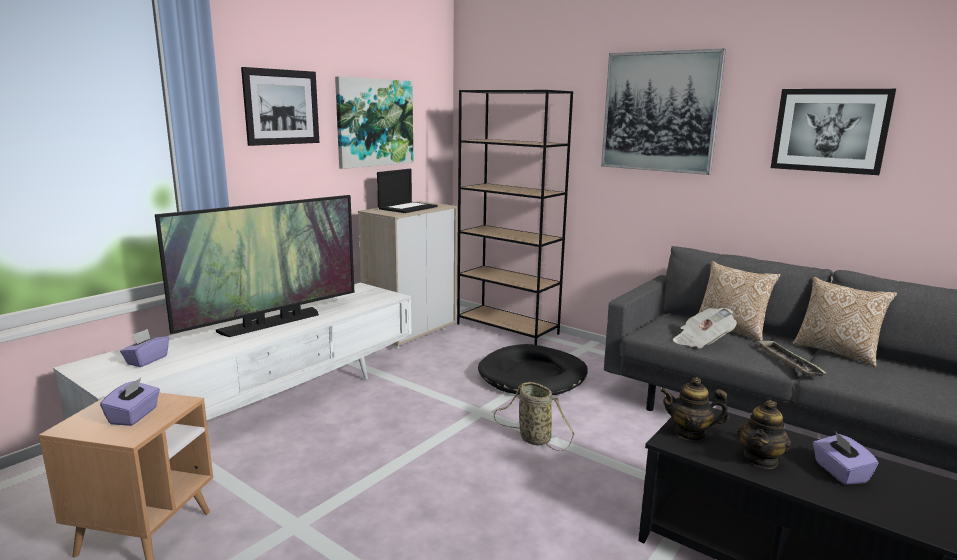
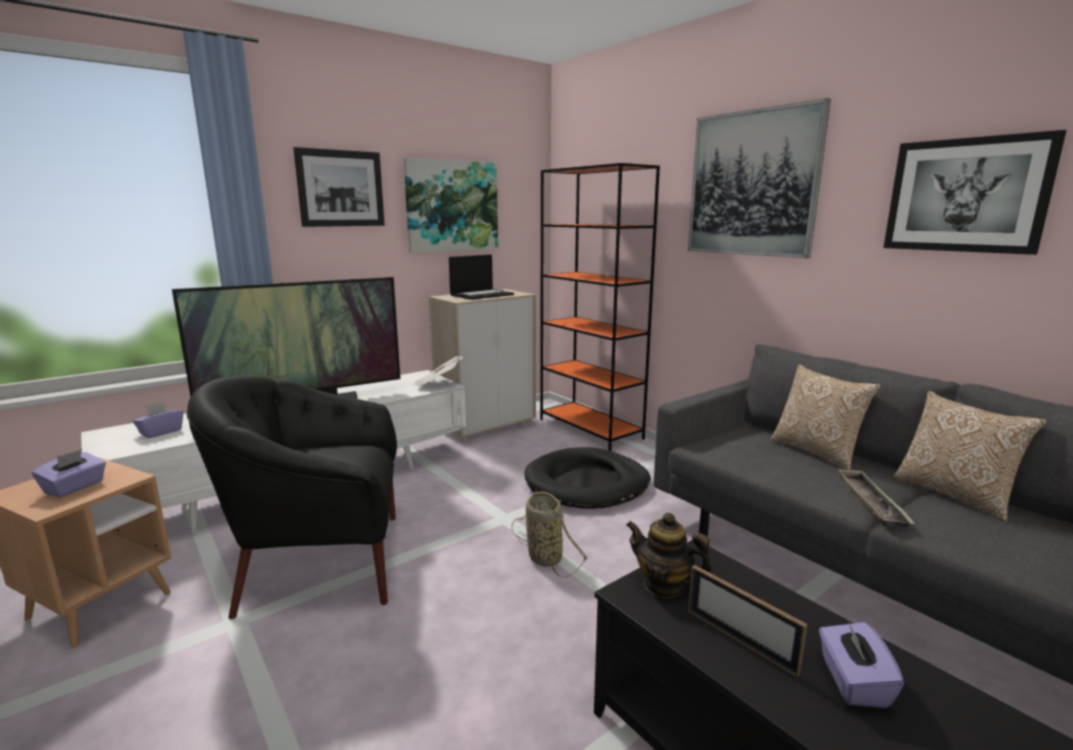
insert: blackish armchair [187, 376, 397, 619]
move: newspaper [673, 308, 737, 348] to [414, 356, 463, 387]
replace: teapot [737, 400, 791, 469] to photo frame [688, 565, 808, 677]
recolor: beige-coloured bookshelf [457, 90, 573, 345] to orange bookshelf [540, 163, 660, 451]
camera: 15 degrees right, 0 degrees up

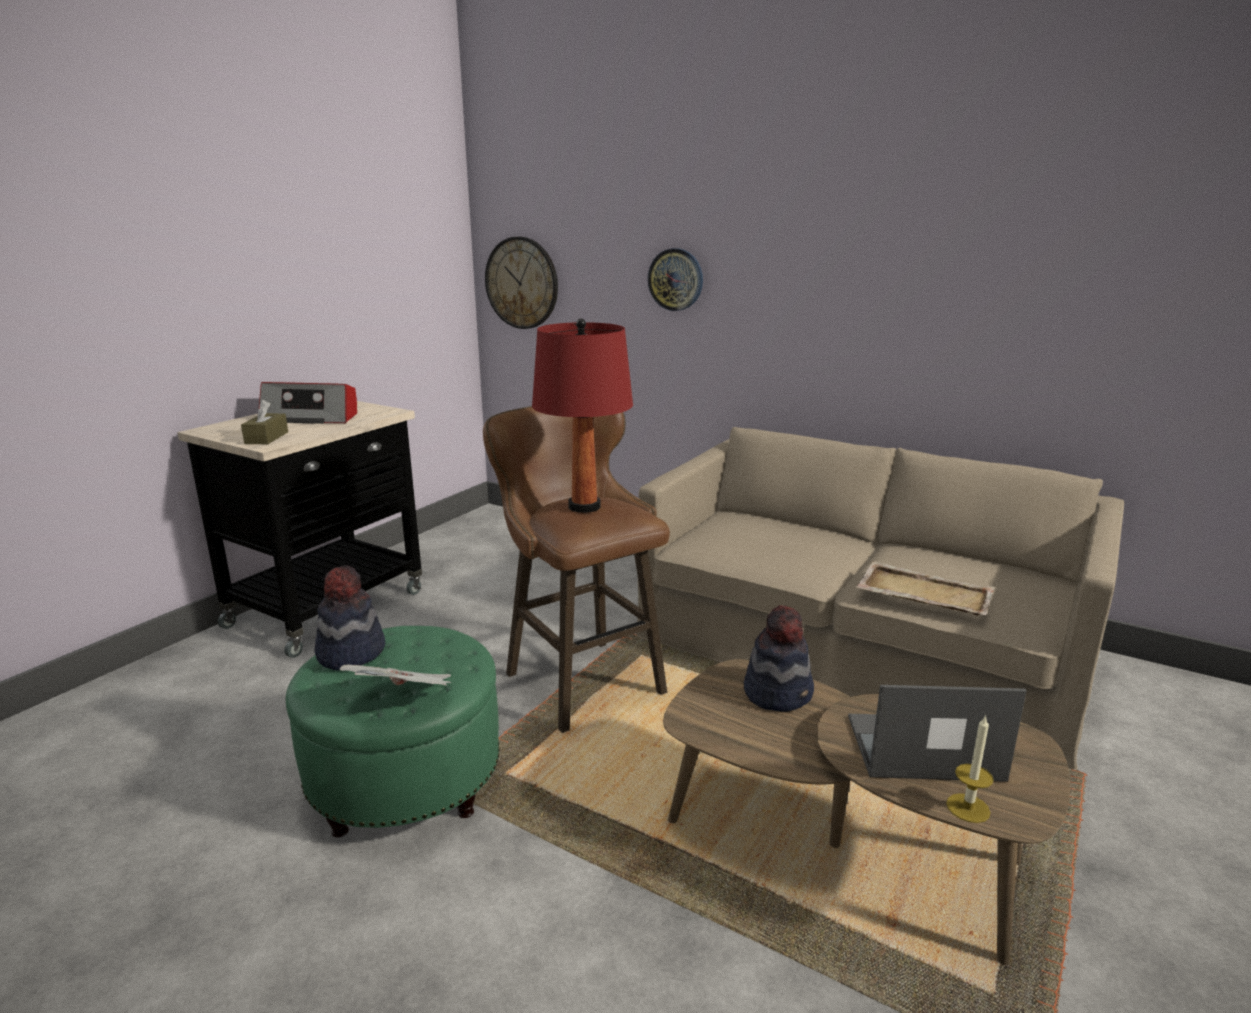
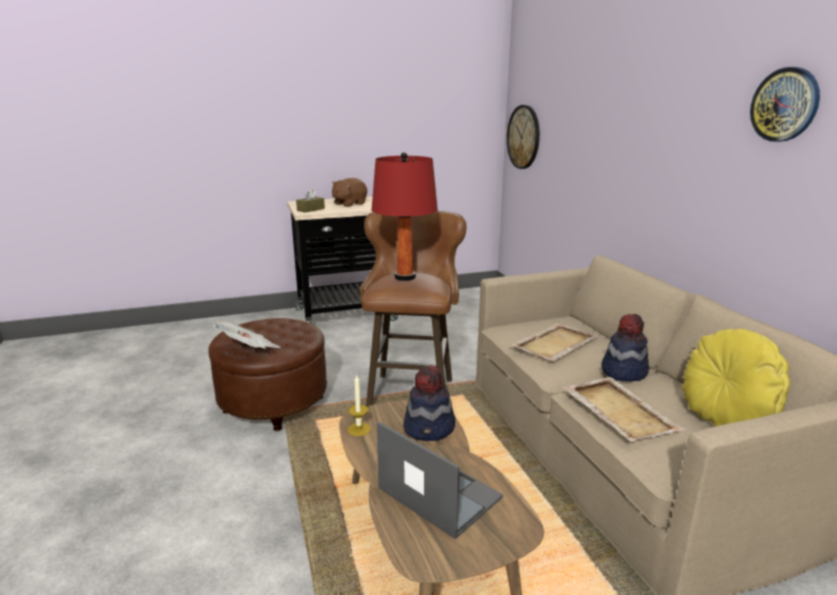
insert: beige-coloured serving tray [510, 323, 599, 361]; yellow cushion [682, 329, 790, 427]
move: clothing hat [314, 565, 385, 670] to [601, 314, 649, 381]; wall clock [648, 248, 703, 311] to [750, 67, 820, 142]; wax candle [946, 715, 994, 823] to [348, 375, 371, 436]
replace: radio set [259, 382, 357, 424] to brown soft toy [332, 178, 367, 207]
recolor: green-coloured ottoman [286, 626, 499, 837] to brown ottoman [208, 318, 327, 431]
camera: 40 degrees right, 0 degrees up

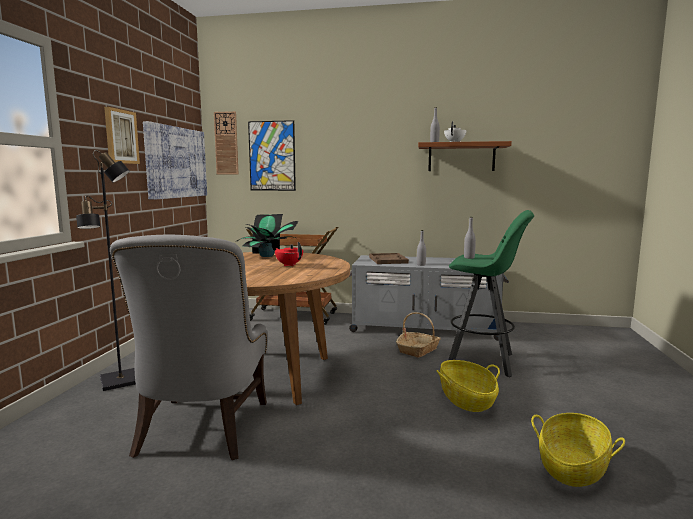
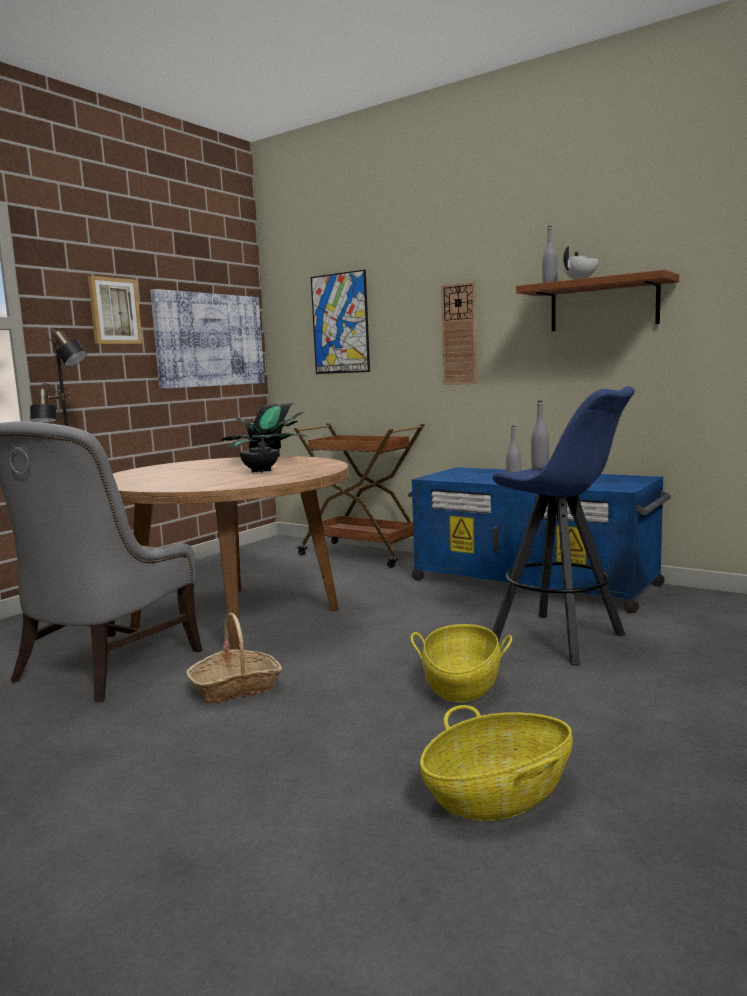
delete: brown serving tray [369, 253, 409, 264]
move: wall clock [214, 111, 238, 174] to [441, 282, 477, 385]; basket [396, 312, 441, 358] to [186, 613, 282, 704]
recolor: red-coloured teapot [275, 242, 303, 266] to blackish teapot [239, 439, 279, 473]; greyish storage cabinet [349, 255, 509, 341] to blue-coloured storage cabinet [408, 467, 671, 613]; green-coloured stool [448, 210, 534, 377] to blue-coloured stool [492, 386, 635, 665]
camera: 25 degrees right, 0 degrees up

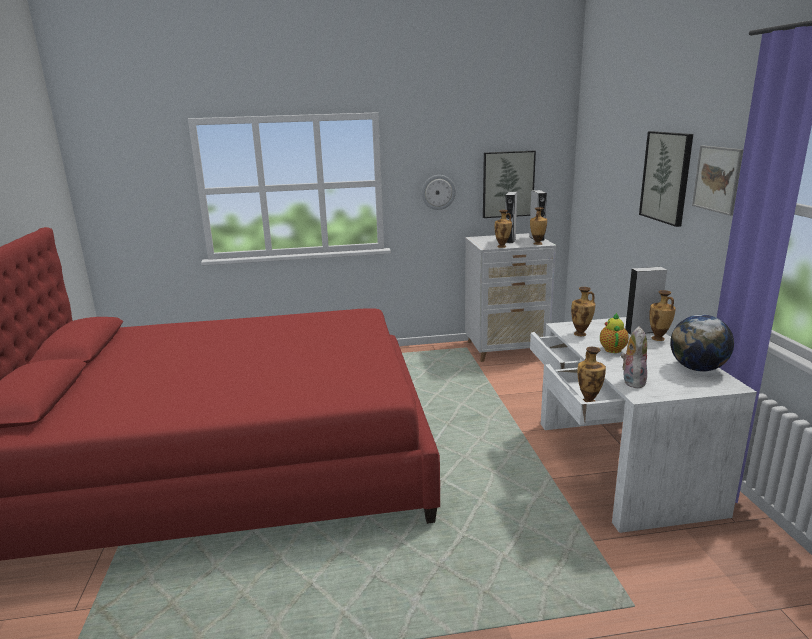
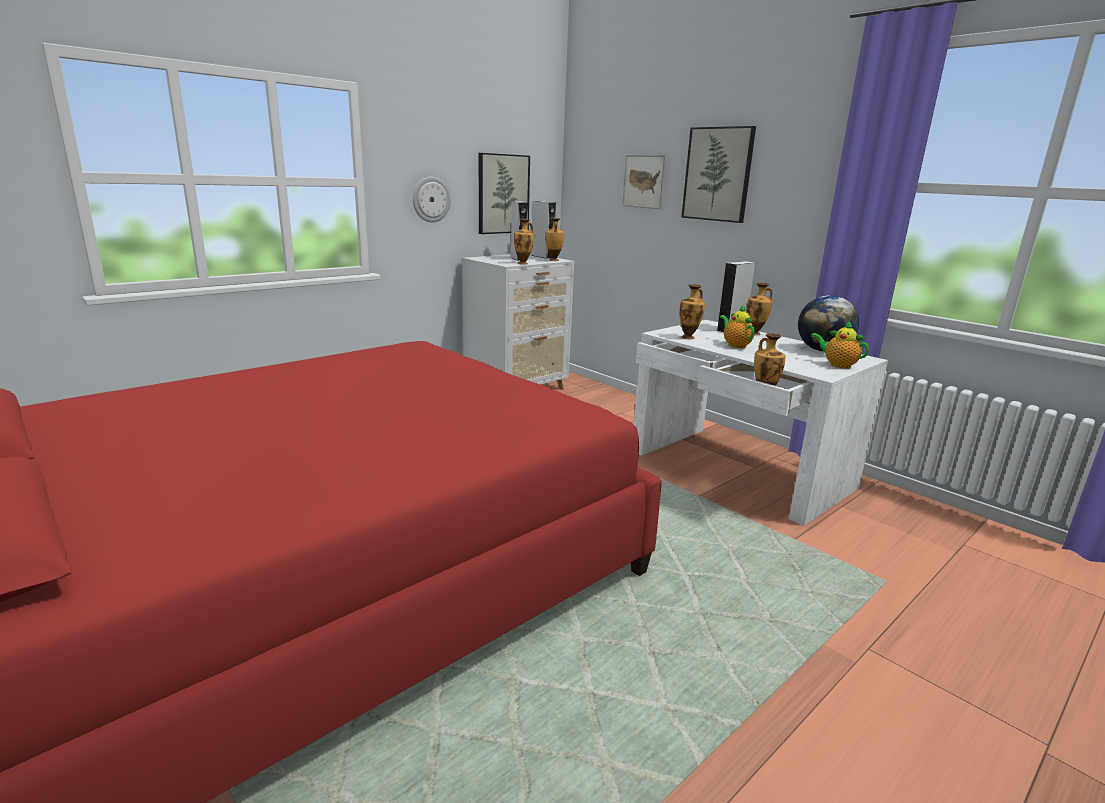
delete: soft toy [621, 326, 647, 388]
insert: teapot [811, 321, 869, 369]
move: wall art [692, 145, 743, 216] to [622, 155, 667, 209]
camera: 35 degrees left, 0 degrees up

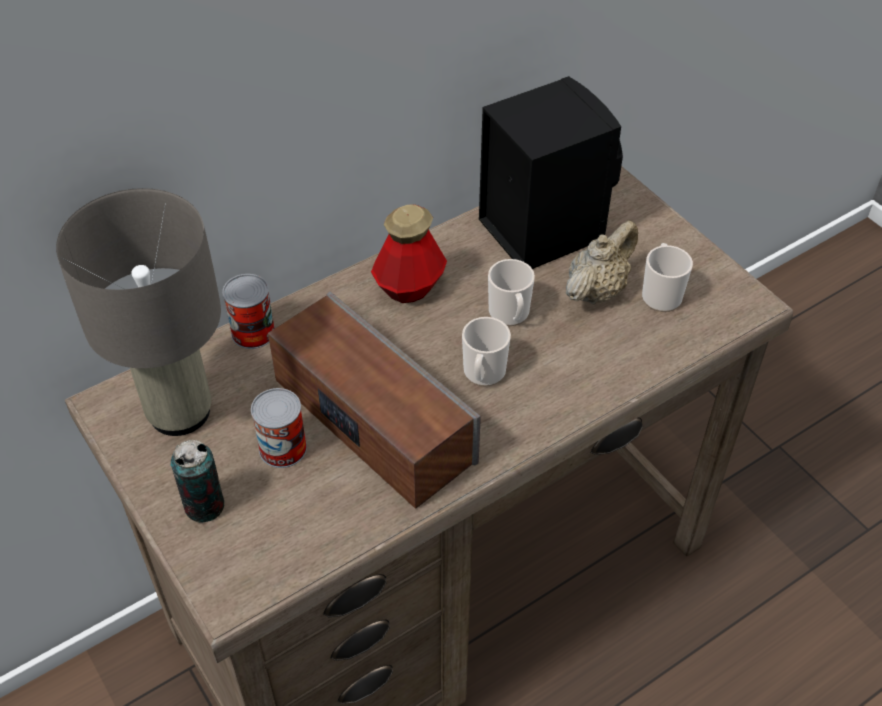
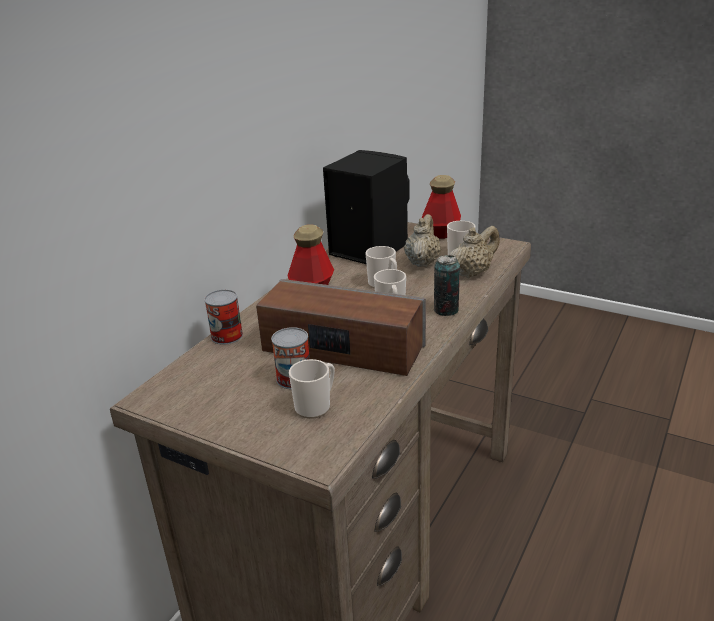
delete: greyish tabletop lamp [56, 188, 221, 436]
insert: mug [289, 359, 335, 419]; drink bottle [422, 175, 461, 239]; beige-coloured teapot [449, 226, 500, 278]
move: metal can [170, 440, 225, 523] to [434, 255, 460, 316]
camera: 25 degrees left, 20 degrees down

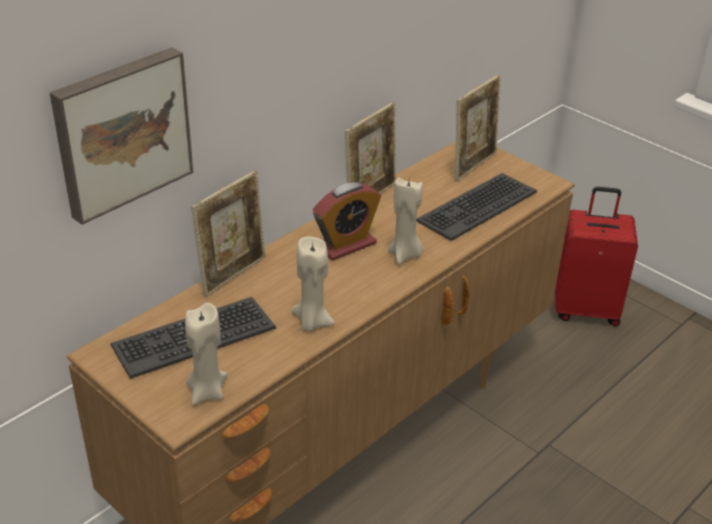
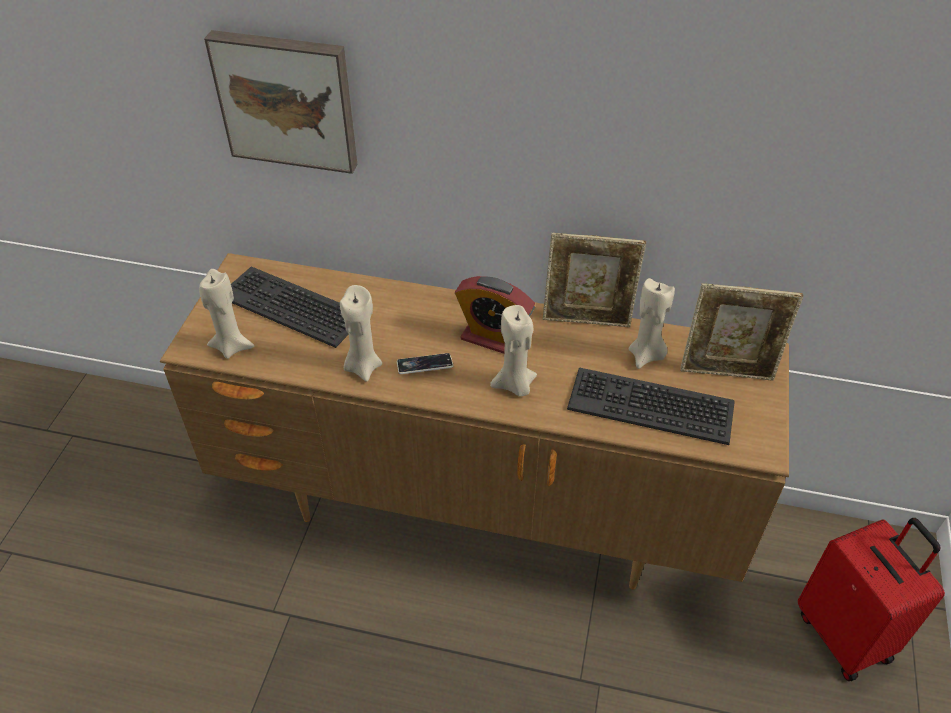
delete: photo frame [191, 171, 265, 297]
insert: phone [397, 353, 453, 374]; beige-coloured wax candle [629, 278, 675, 369]
camera: 60 degrees right, 10 degrees up

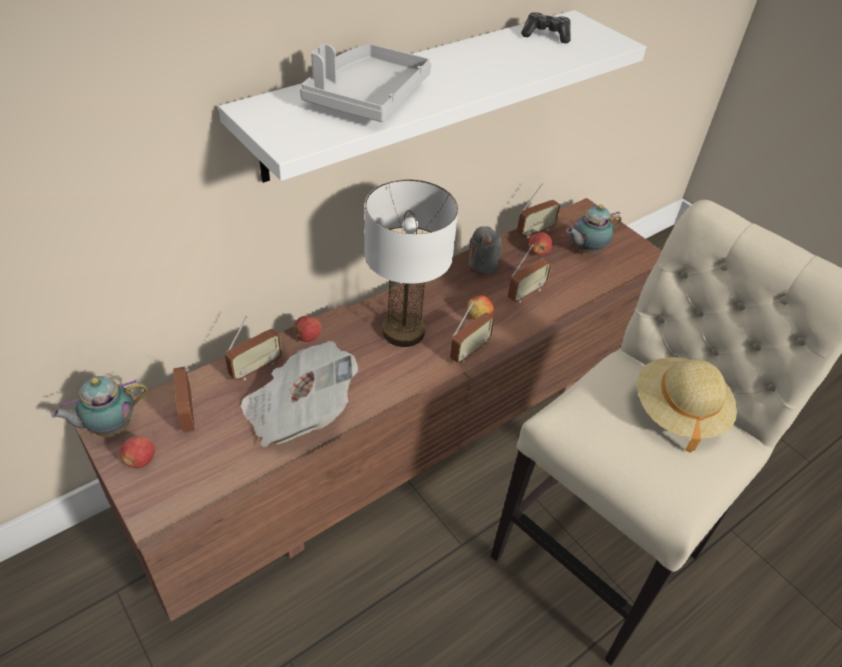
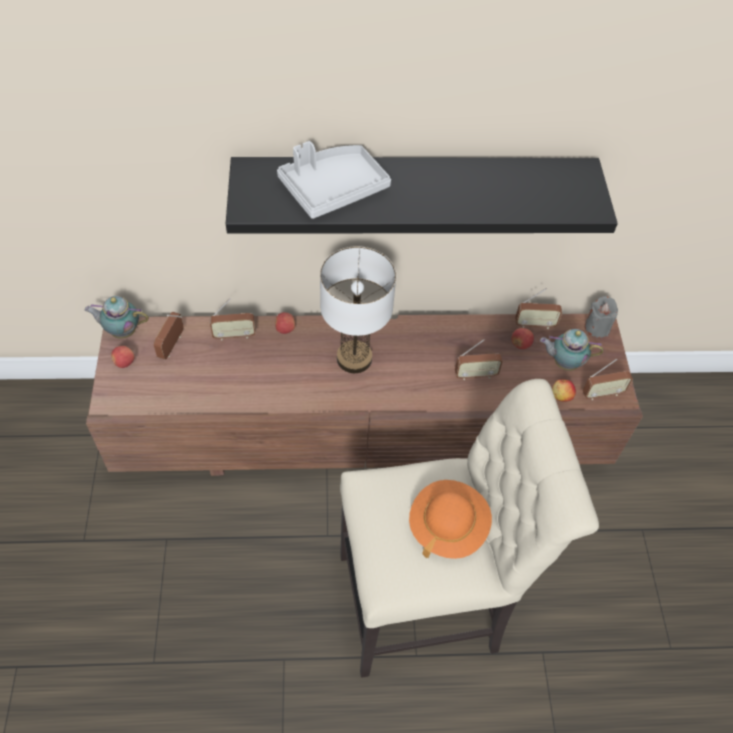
delete: newspaper [240, 341, 358, 448]; gamepad [521, 12, 570, 43]
move: radio set [450, 301, 495, 363] to [583, 359, 633, 400]; apple fruit [467, 295, 494, 320] to [552, 379, 576, 402]; greyish wax candle [468, 226, 501, 275] to [585, 296, 618, 338]
recolor: whitish bracket shelf [218, 10, 646, 183] to blackish bracket shelf [226, 157, 618, 234]; beige-coloured clothing hat [637, 357, 737, 453] to orange clothing hat [409, 480, 492, 559]
camera: 35 degrees right, 10 degrees up

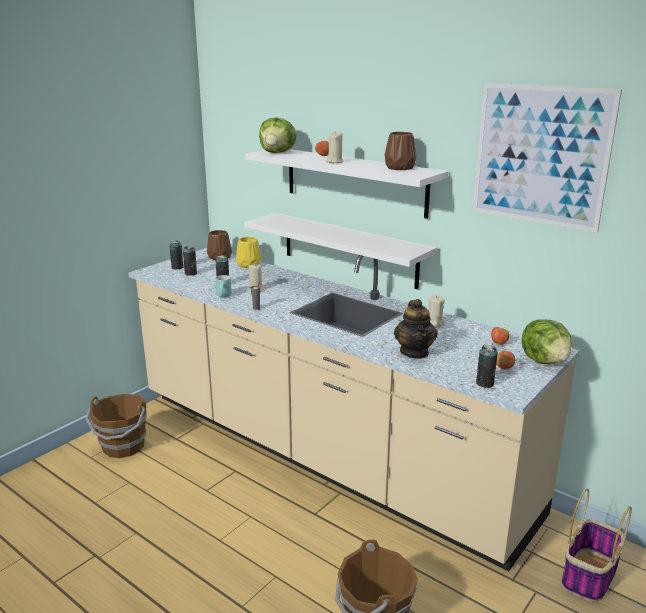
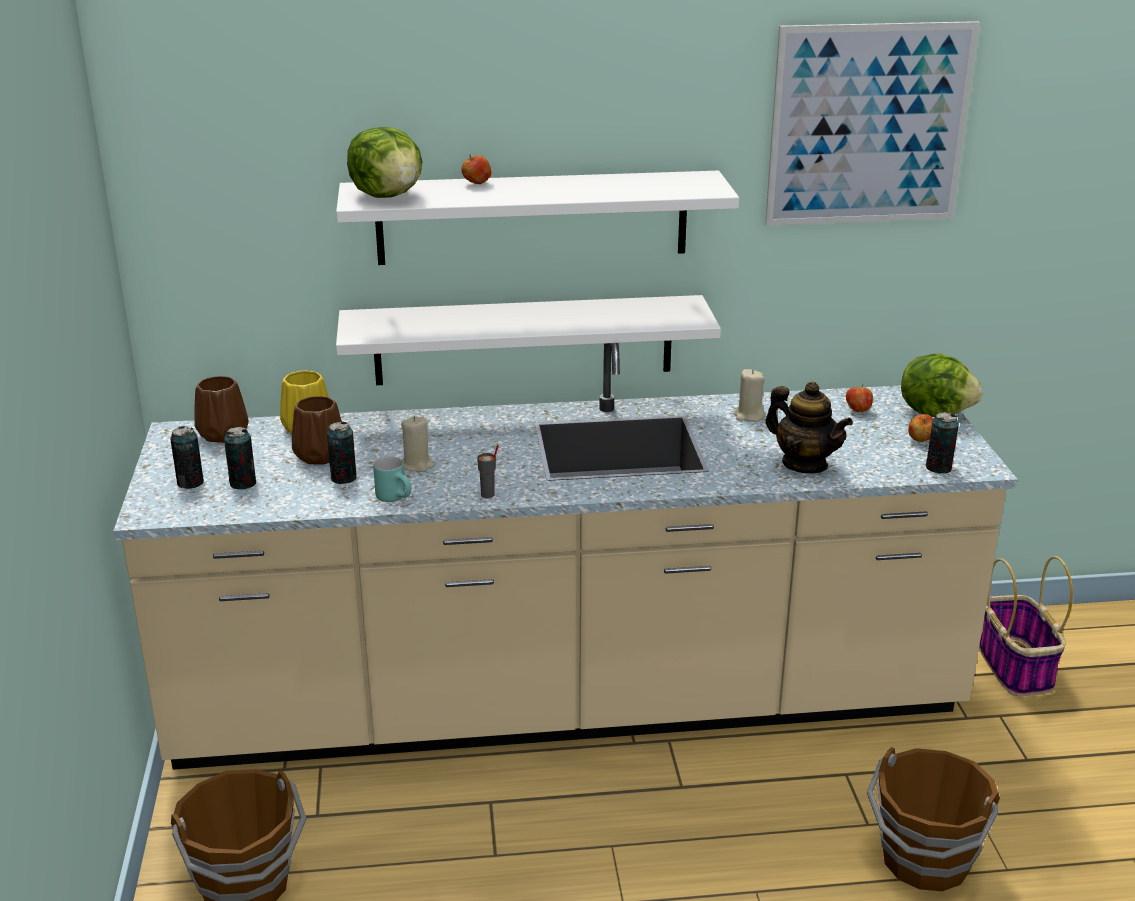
delete: beige-coloured wax candle [326, 132, 344, 163]
move: brown vase [385, 132, 417, 170] to [292, 396, 342, 465]
camera: 45 degrees left, 5 degrees up

